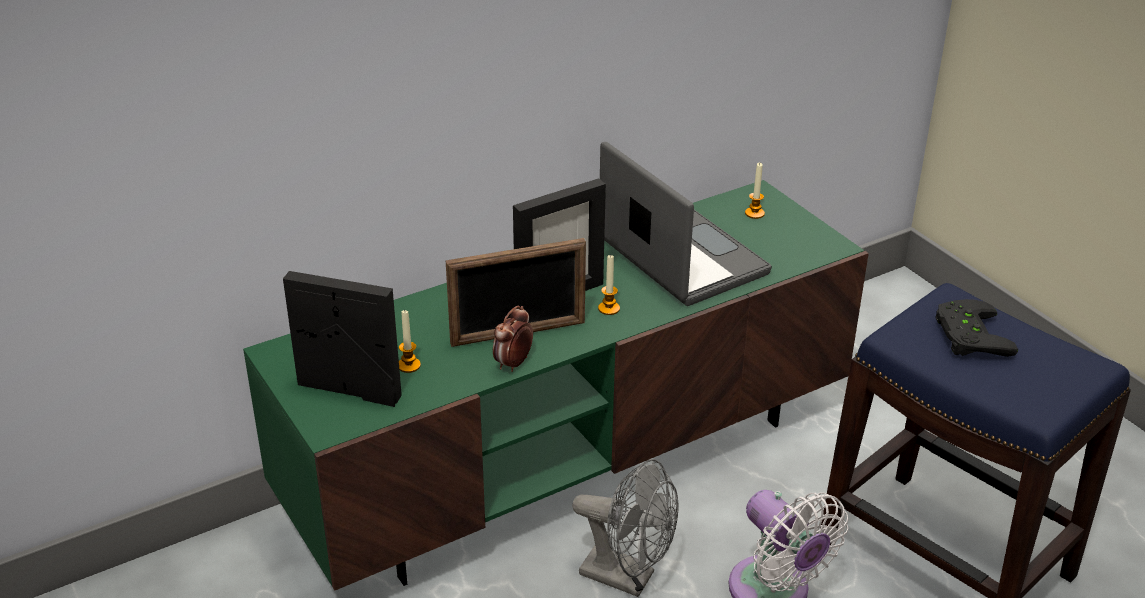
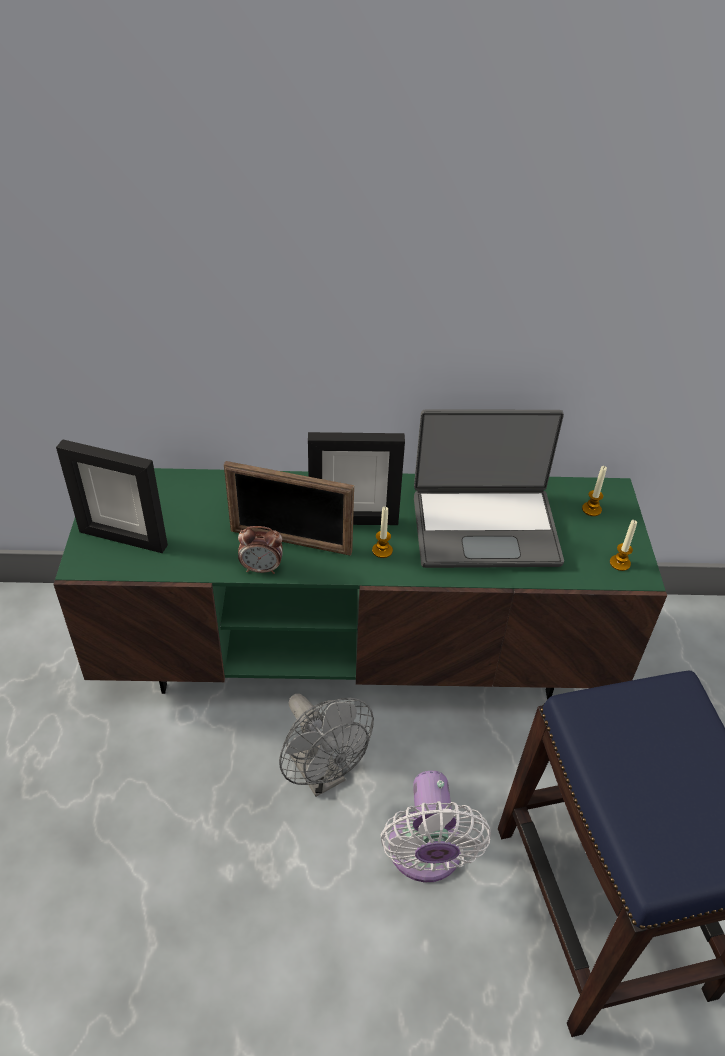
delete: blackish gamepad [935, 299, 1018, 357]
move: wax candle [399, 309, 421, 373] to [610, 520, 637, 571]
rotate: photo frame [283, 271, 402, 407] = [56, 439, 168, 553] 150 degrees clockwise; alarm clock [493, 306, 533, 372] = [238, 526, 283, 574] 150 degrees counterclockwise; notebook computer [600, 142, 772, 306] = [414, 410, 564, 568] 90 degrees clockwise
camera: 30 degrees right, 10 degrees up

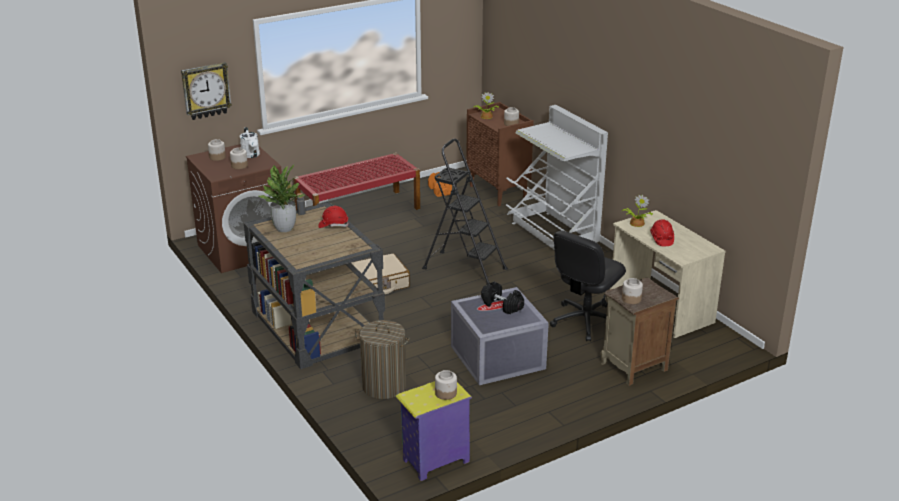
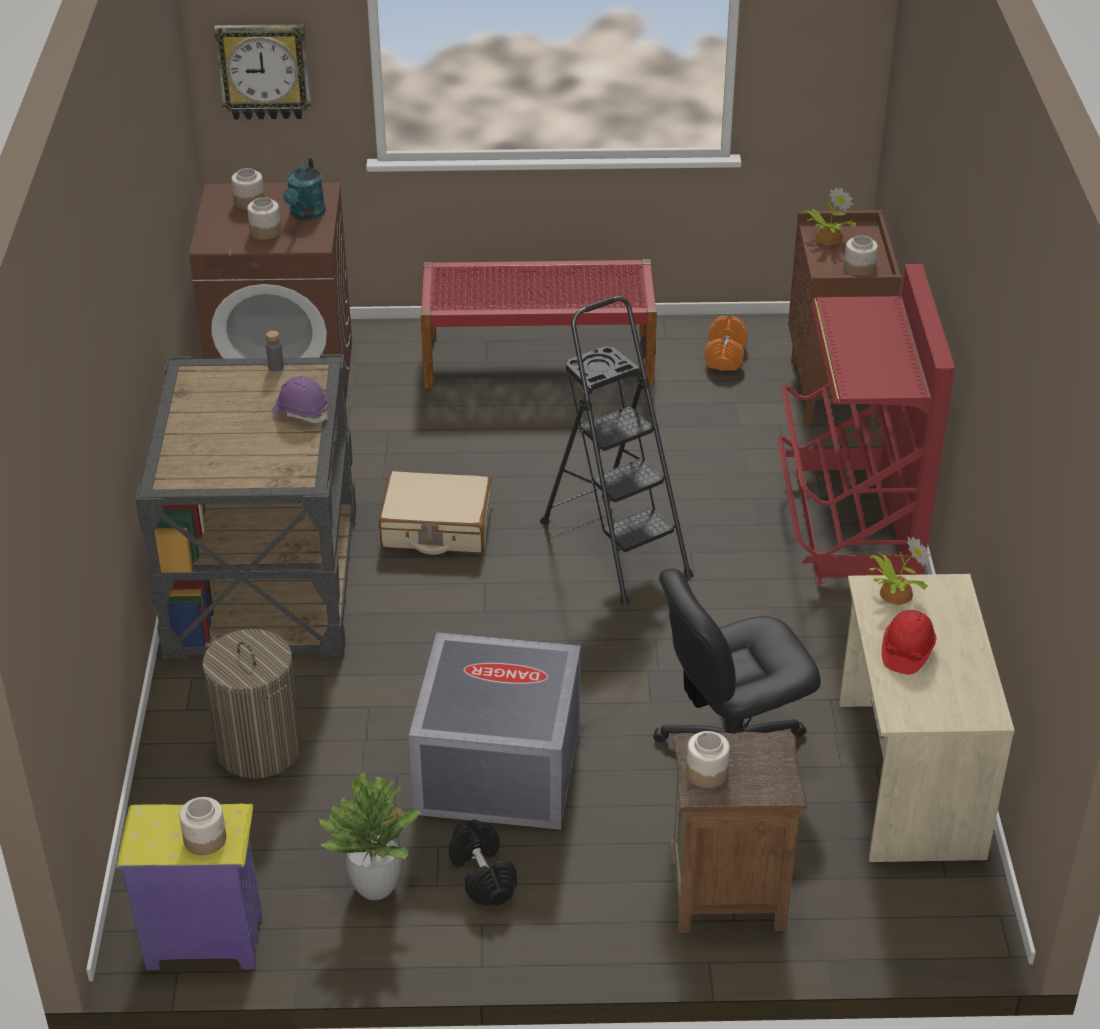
move: houseplant [257, 164, 305, 232] to [319, 772, 421, 900]; blackish dumbbell [481, 281, 524, 314] to [449, 819, 517, 906]
recolor: whitish watering can [239, 127, 260, 158] to turquoise watering can [283, 158, 325, 220]; red-coloured safety helmet [318, 206, 349, 228] to purple safety helmet [271, 376, 329, 423]; whitish shoe stand [506, 105, 608, 249] to red-coloured shoe stand [777, 264, 955, 585]
camera: 30 degrees right, 10 degrees up

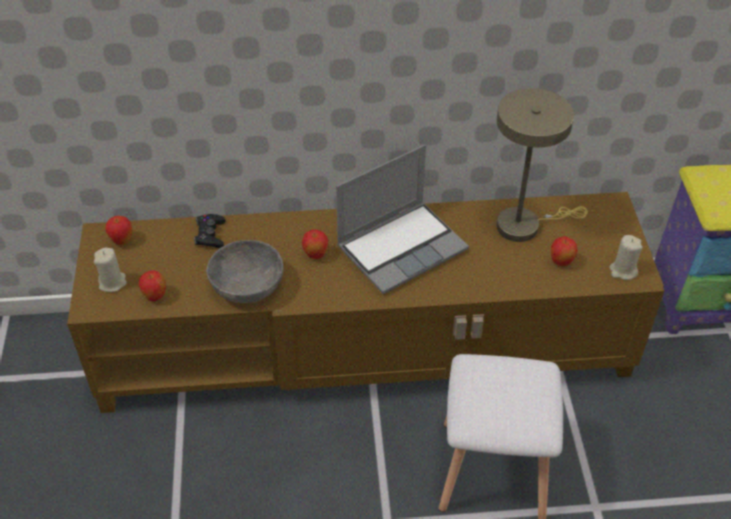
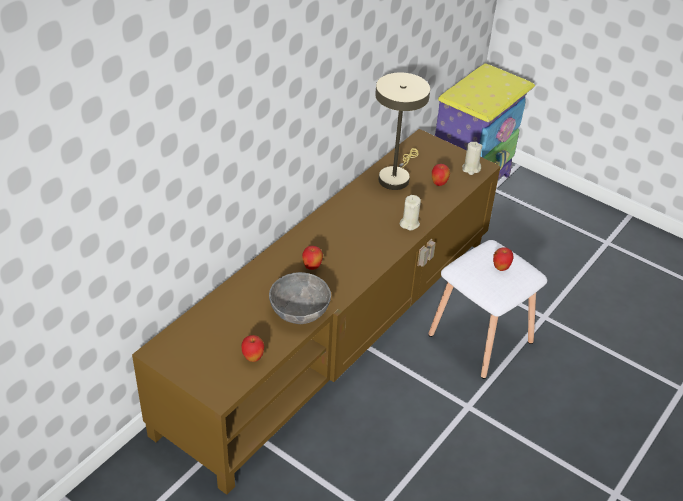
delete: blackish gamepad [194, 214, 226, 248]; notebook computer [336, 145, 469, 294]
move: beige-coloured wax candle [94, 248, 127, 292] to [400, 195, 421, 230]; apple fruit [105, 216, 132, 245] to [493, 247, 513, 271]
camera: 50 degrees left, 5 degrees down

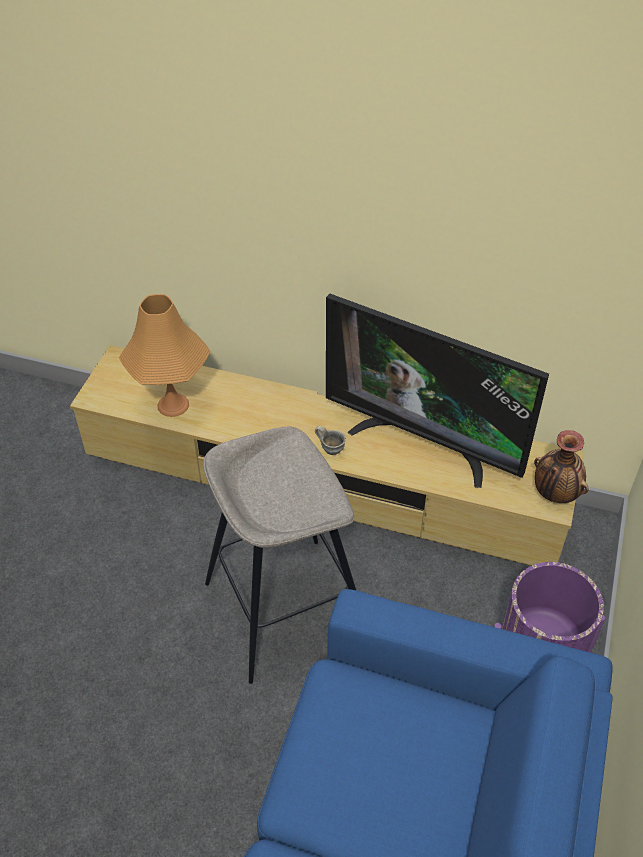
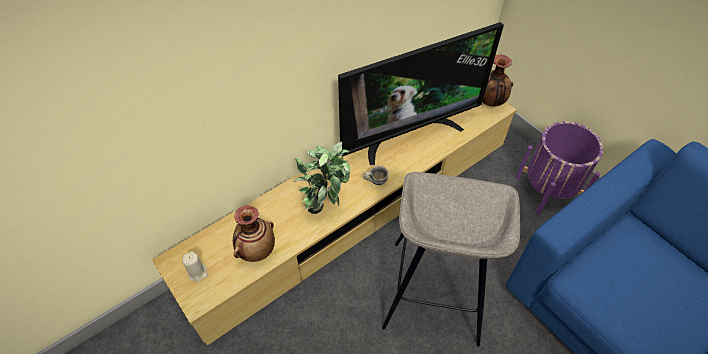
insert: beige-coloured wax candle [182, 251, 208, 282]; houseplant [294, 142, 351, 214]
replace: orange tabletop lamp [119, 294, 211, 417] to vase [233, 205, 275, 262]
camera: 55 degrees left, 5 degrees up

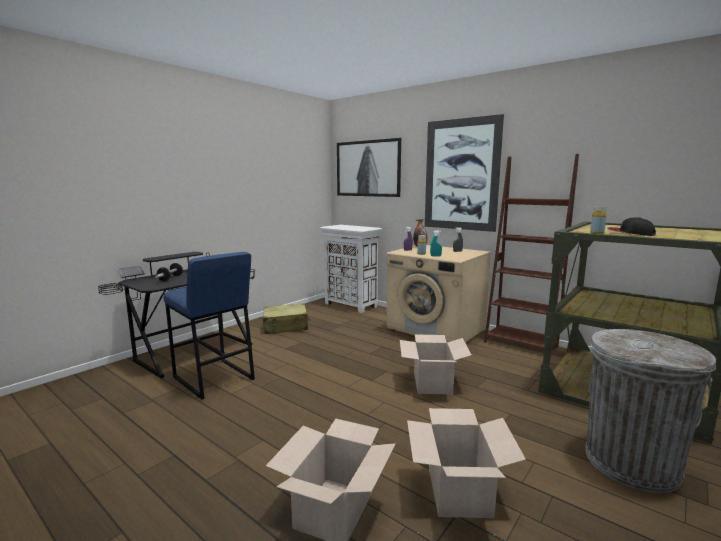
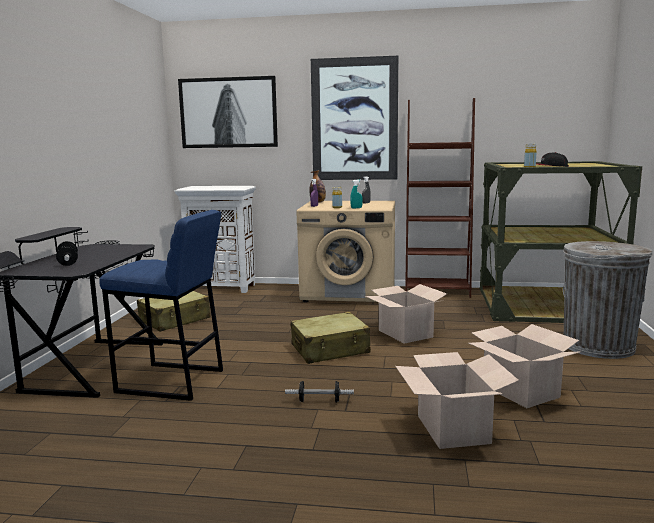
insert: dumbbell [285, 381, 354, 403]; beige-coloured travel case [291, 312, 371, 364]
camera: 30 degrees left, 0 degrees up

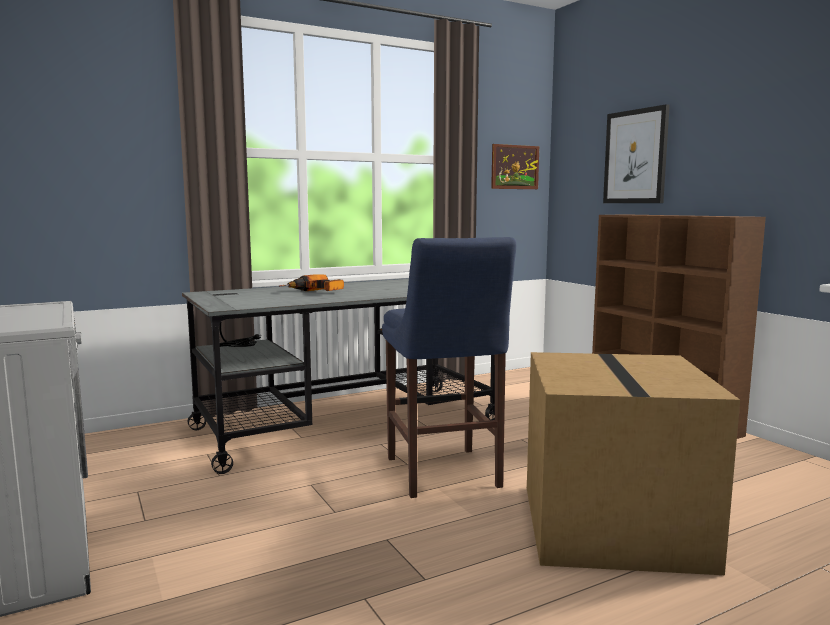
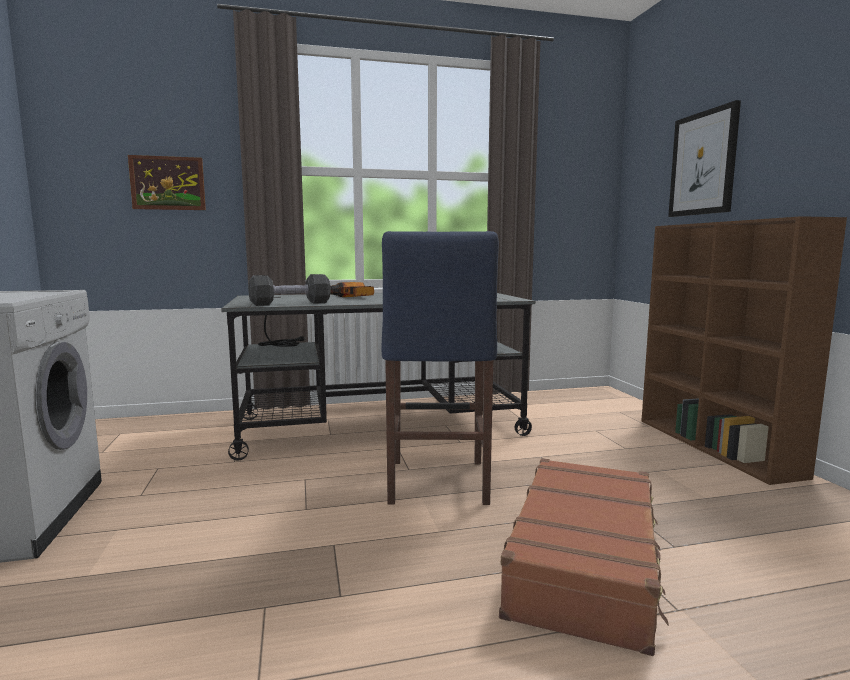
insert: blackish dumbbell [248, 274, 331, 306]
move: wall art [491, 144, 539, 189] to [128, 155, 206, 210]
replace: packing box [527, 352, 740, 575] to brown travel case [499, 458, 669, 656]
camera: 15 degrees right, 0 degrees up

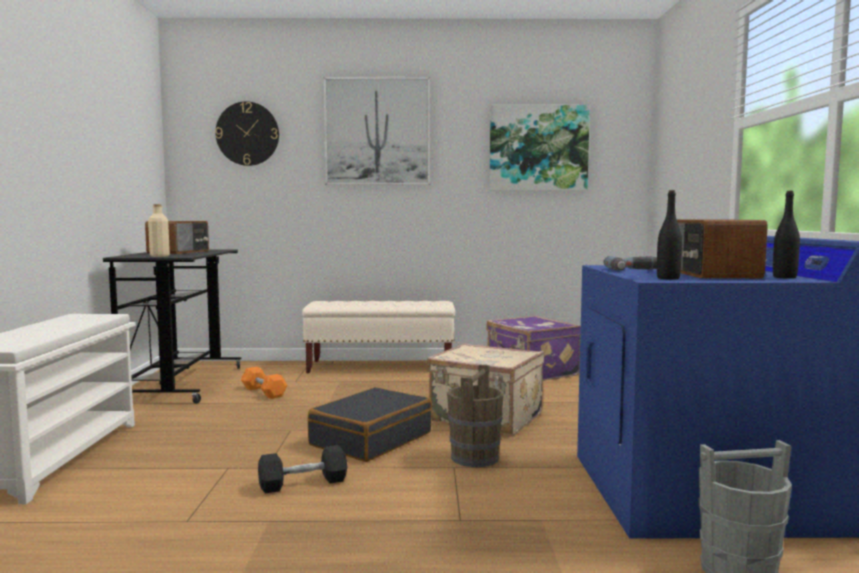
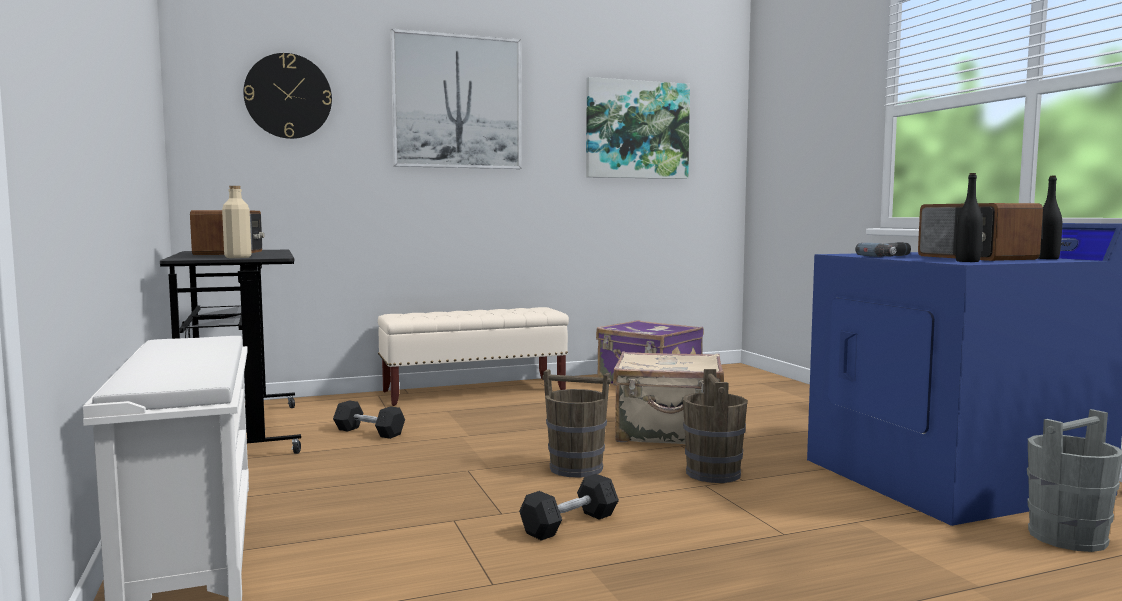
replace: blackish travel case [308, 387, 432, 462] to brown pail [542, 369, 611, 477]
recolor: orange dumbbell [241, 367, 287, 399] to blackish dumbbell [333, 400, 405, 439]
camera: 20 degrees left, 0 degrees up

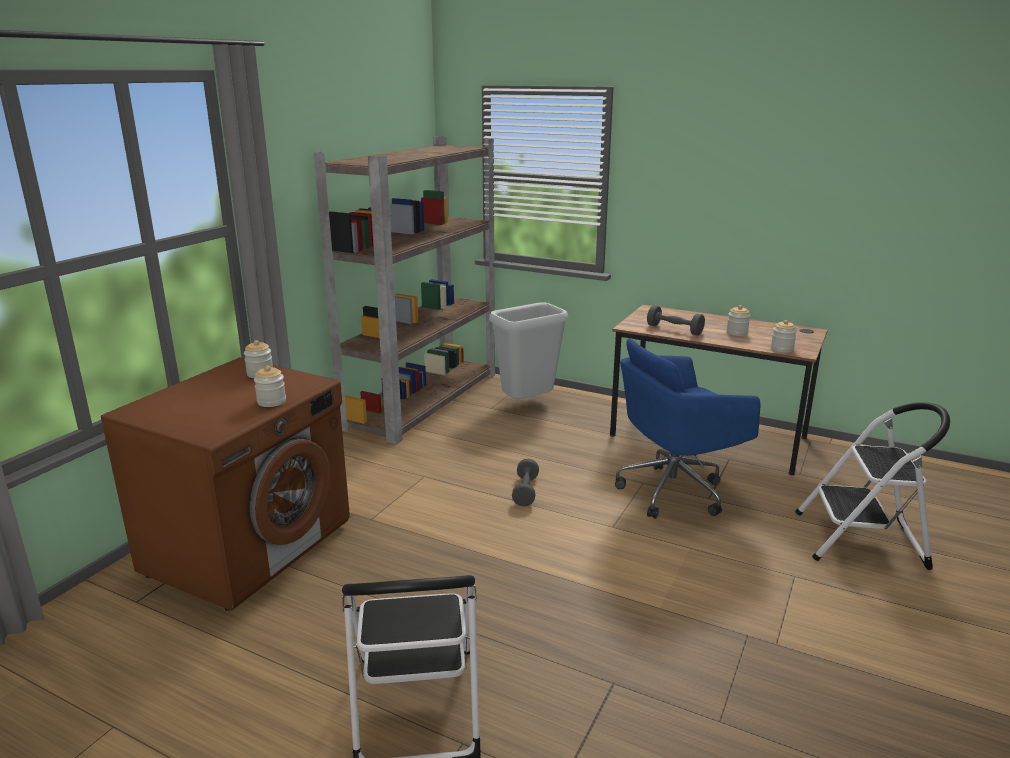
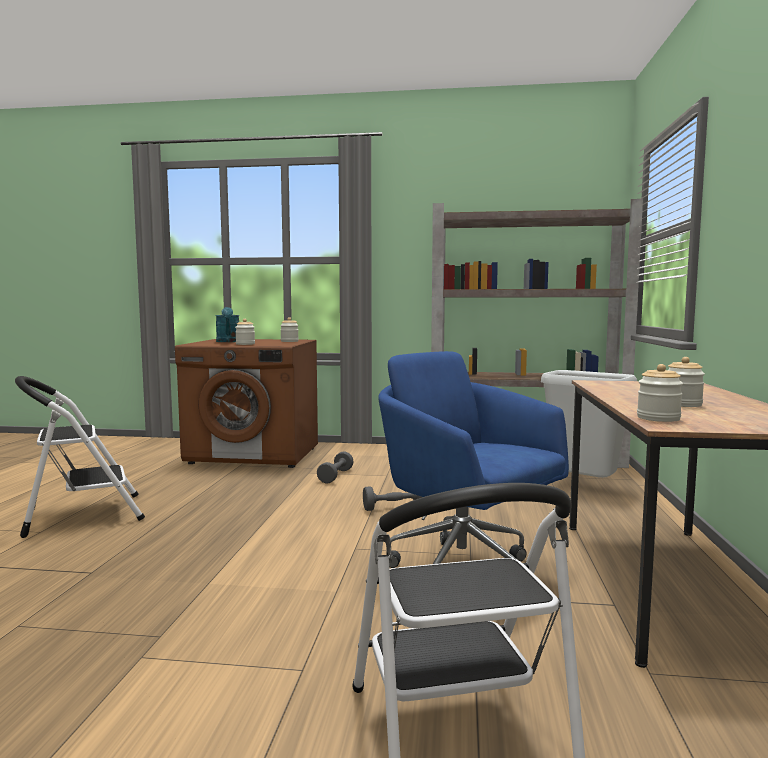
insert: turquoise watering can [215, 307, 239, 342]
move: greyish dumbbell [647, 305, 705, 335] to [317, 451, 354, 484]
camera: 70 degrees right, 15 degrees down

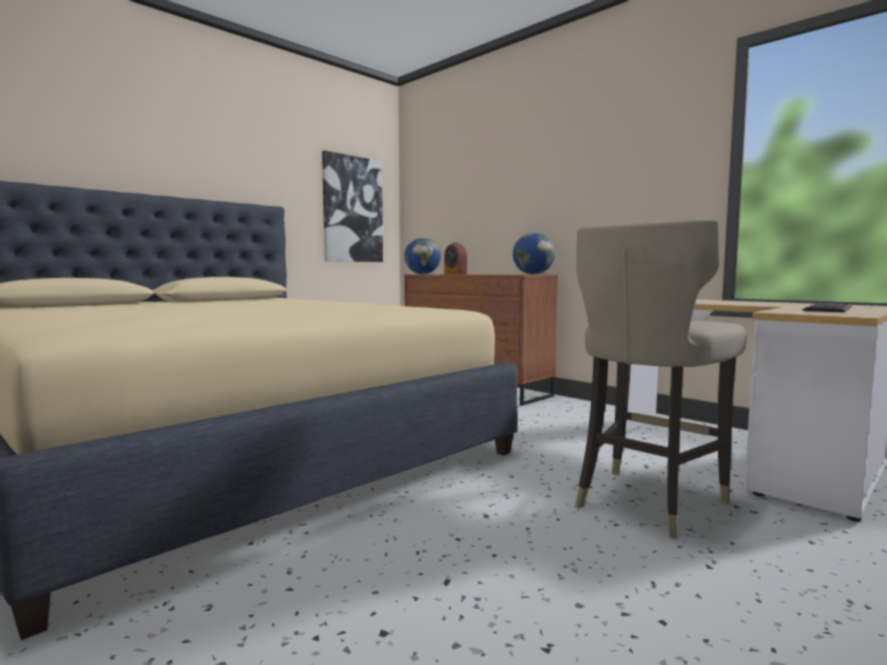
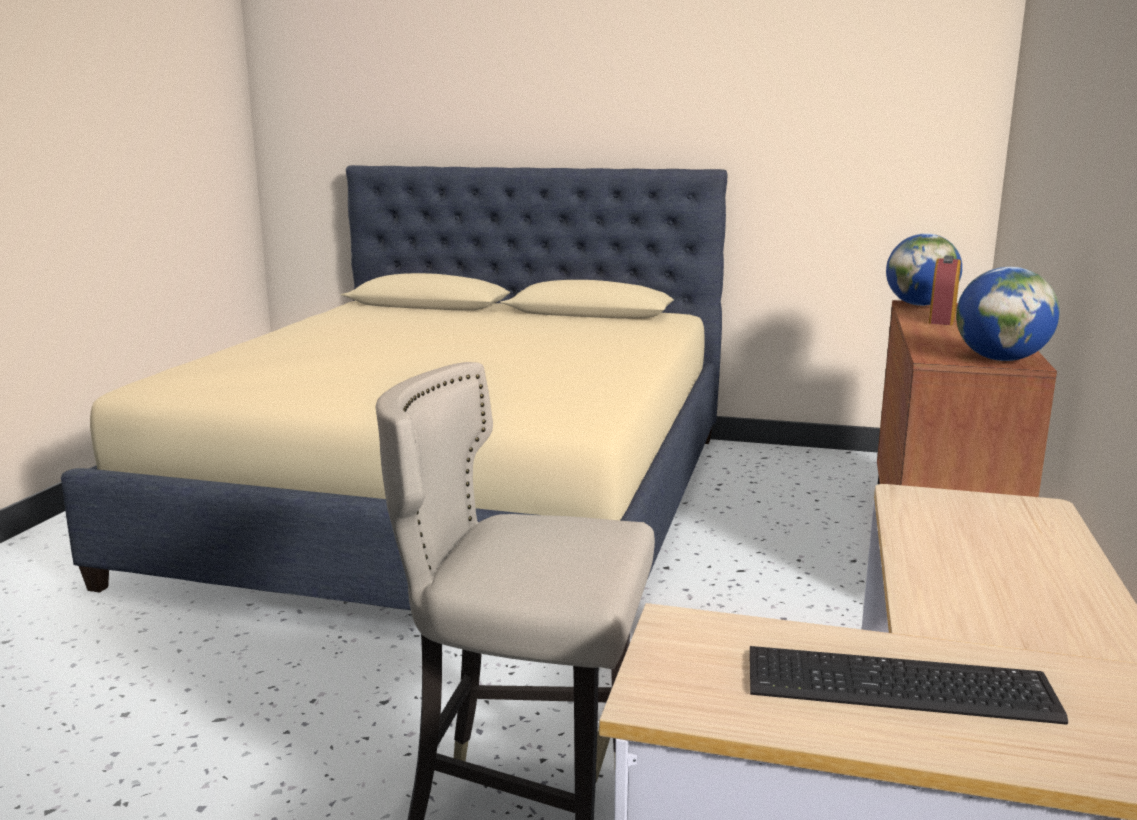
delete: wall art [322, 150, 383, 262]
camera: 60 degrees right, 10 degrees up

